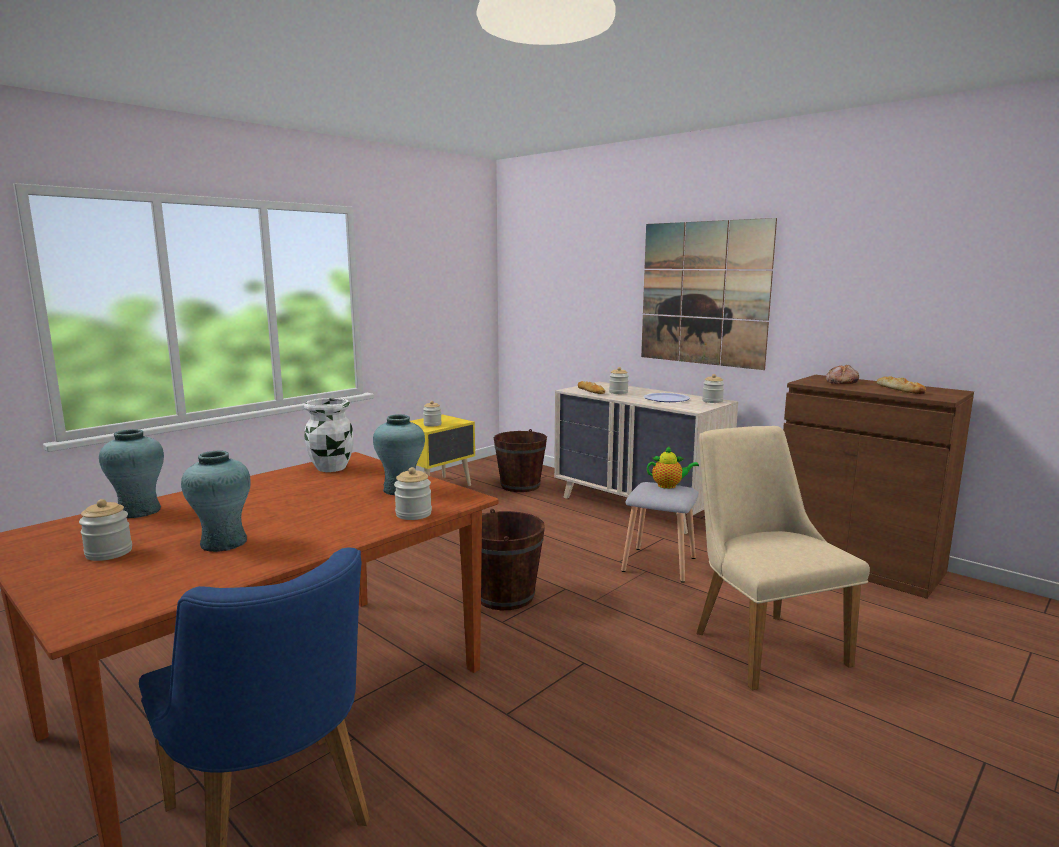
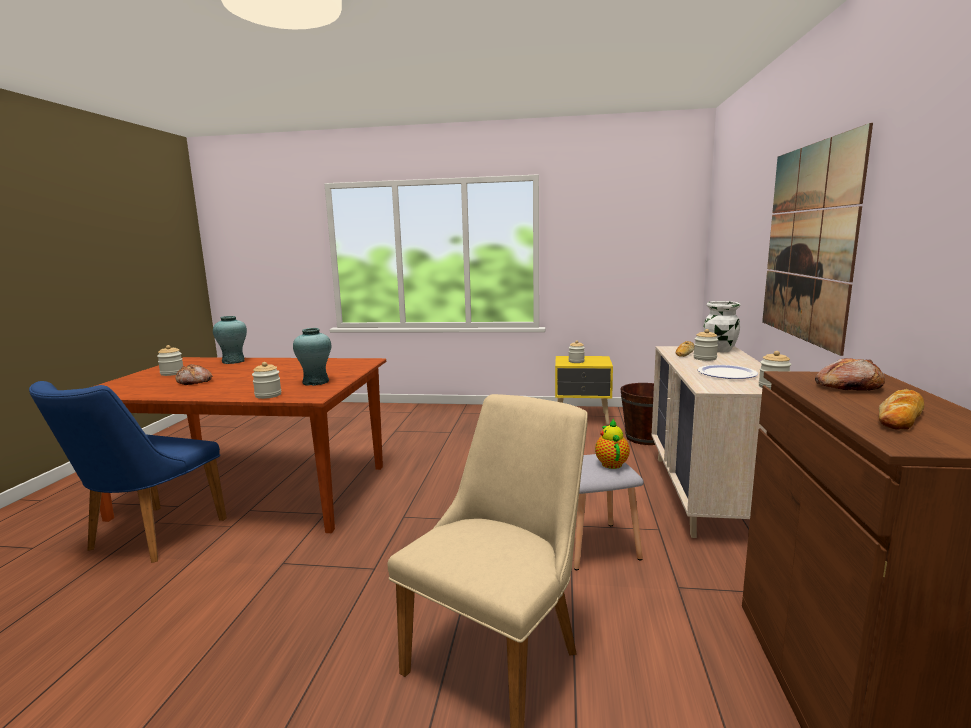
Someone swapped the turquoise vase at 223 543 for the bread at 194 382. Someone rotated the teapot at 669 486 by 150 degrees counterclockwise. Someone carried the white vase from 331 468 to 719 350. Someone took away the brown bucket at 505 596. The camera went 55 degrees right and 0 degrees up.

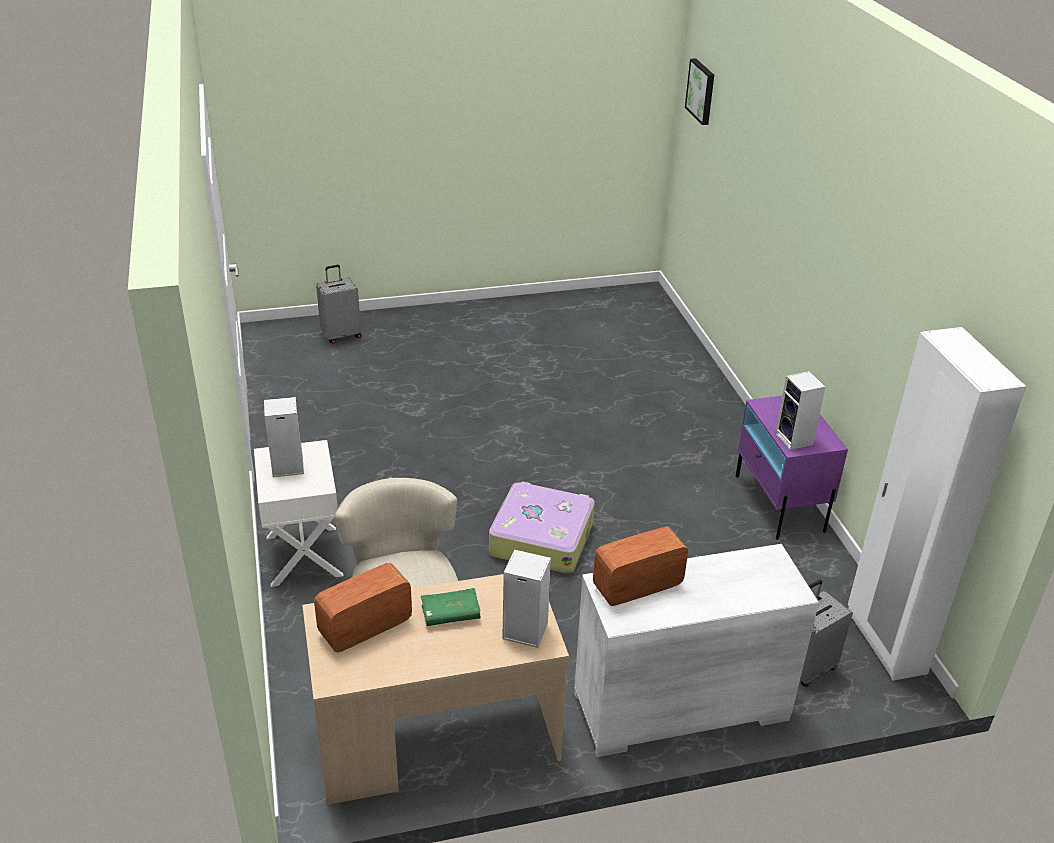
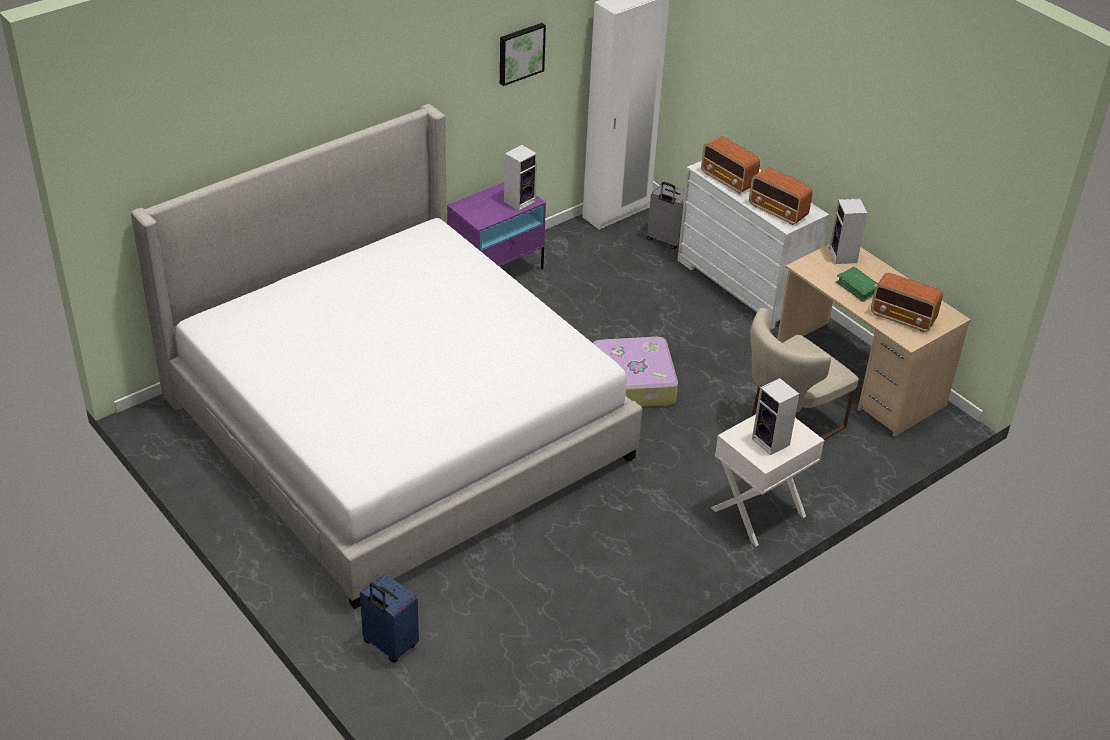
Someone put down the bed at 397 427. Someone repainted the grey suitcase at 341 335, which became the blue suitcase at 389 645. Someone carried the picture from 702 91 to 520 53. Someone put down the radio at 728 180. The camera went 115 degrees left and 5 degrees up.

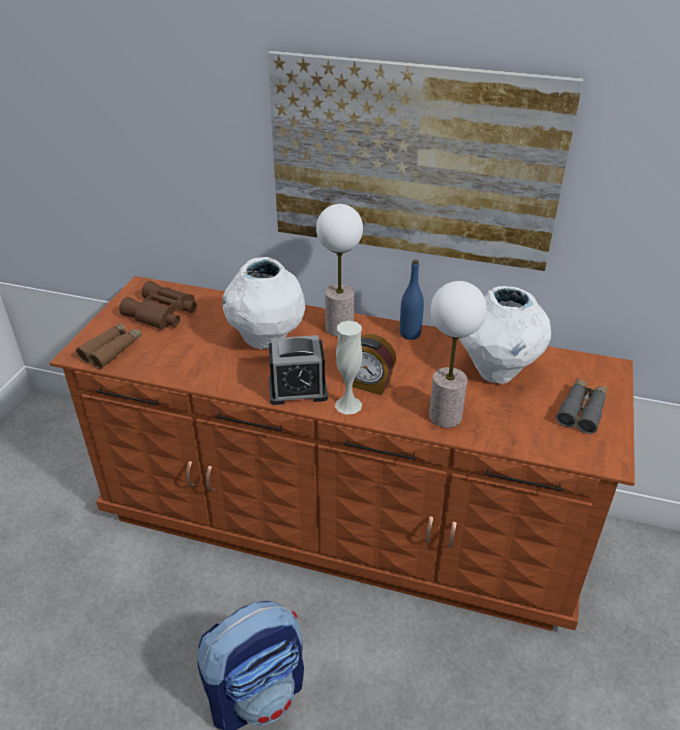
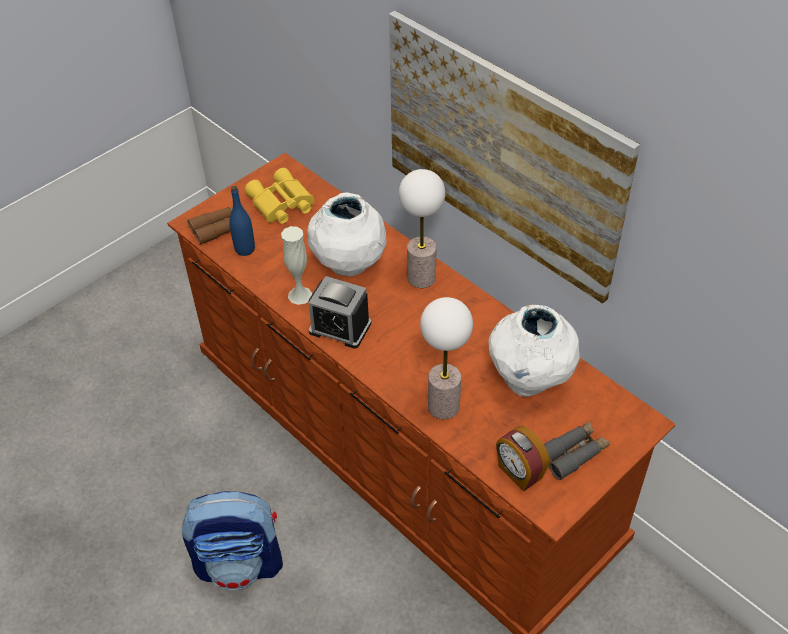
Someone carried the blue bottle from 410 334 to 245 249. Someone repainted the brown binoculars at 161 314, which became the yellow binoculars at 280 204. Someone carried the white vase from 348 405 to 300 295. Someone carried the alarm clock from 369 384 to 519 472. The camera went 30 degrees right and 10 degrees up.

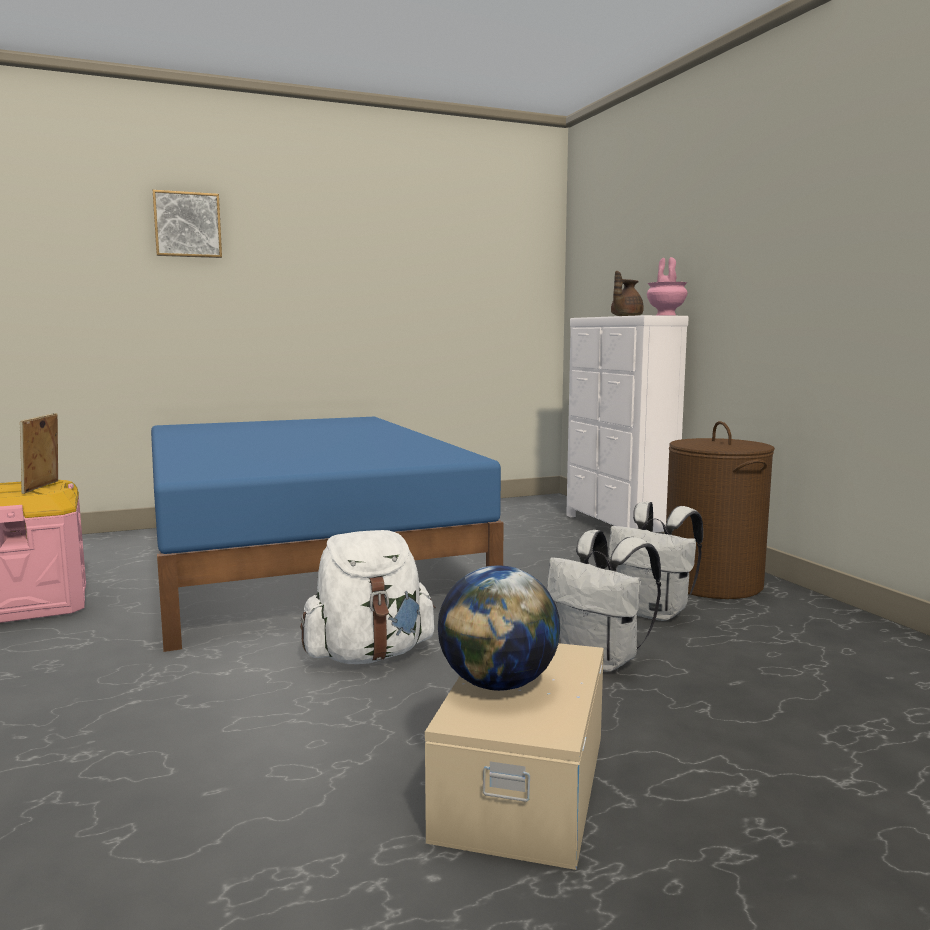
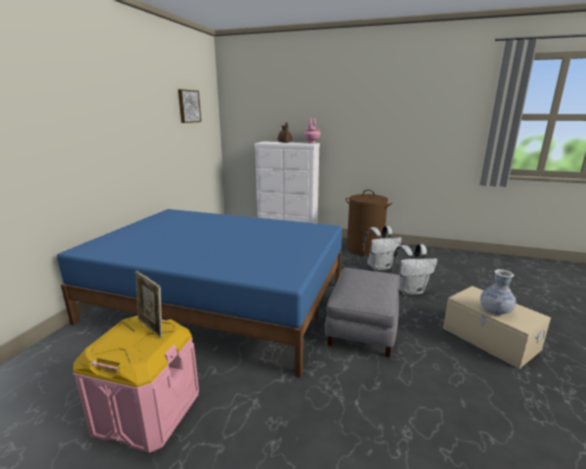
Someone carried the picture from 187 225 to 188 106. Someone swapped the white backpack at 369 655 for the grey ottoman at 362 327. Someone swapped the globe at 498 684 for the vase at 495 310. The camera went 50 degrees left and 10 degrees up.

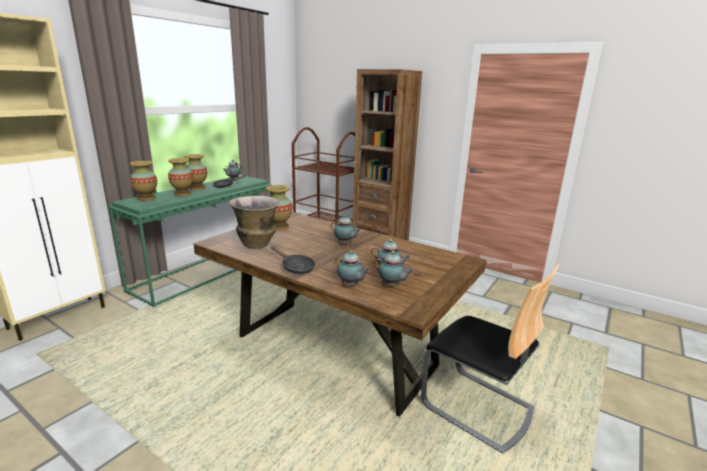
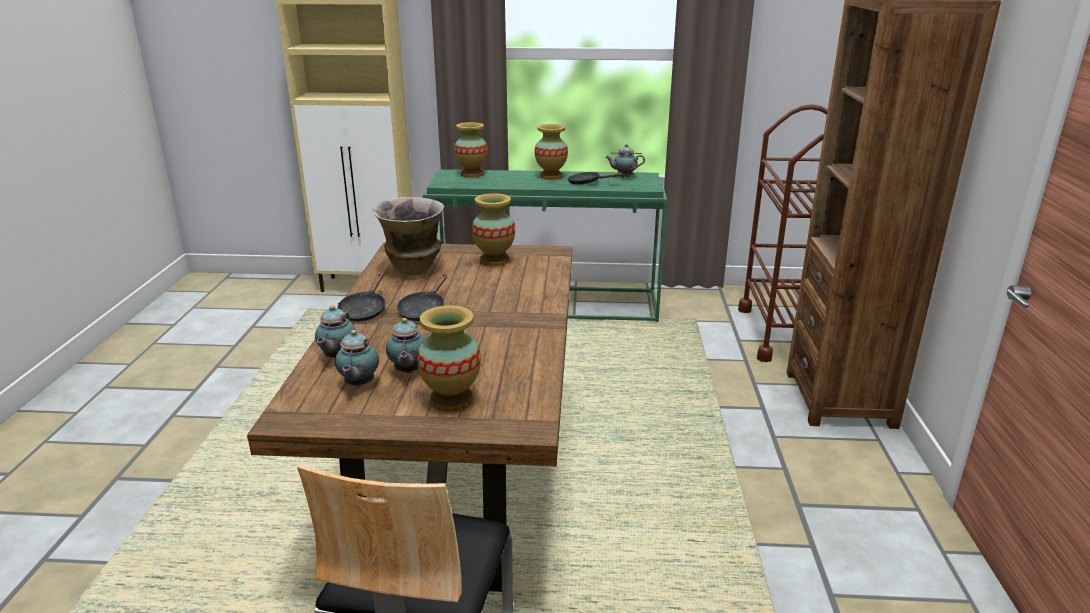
Someone put down the black frying pan at 424 310. Someone carried the vase from 182 194 to 451 400. Someone took away the teapot at 345 243. The camera went 60 degrees right and 5 degrees up.

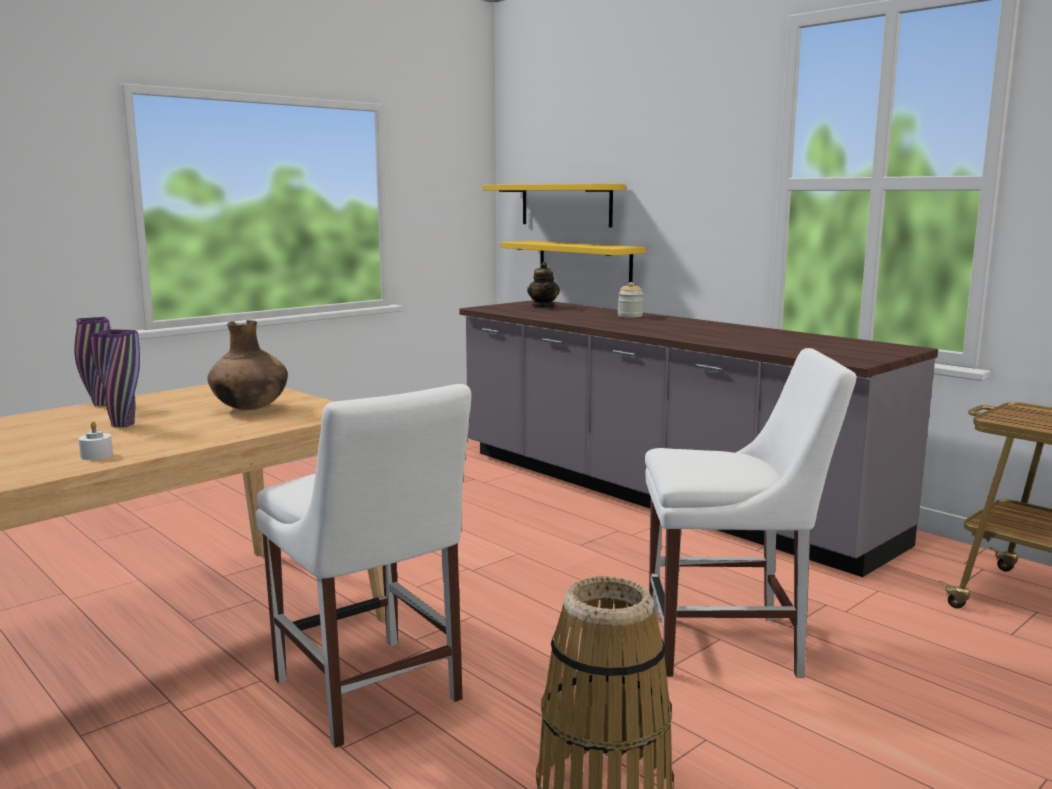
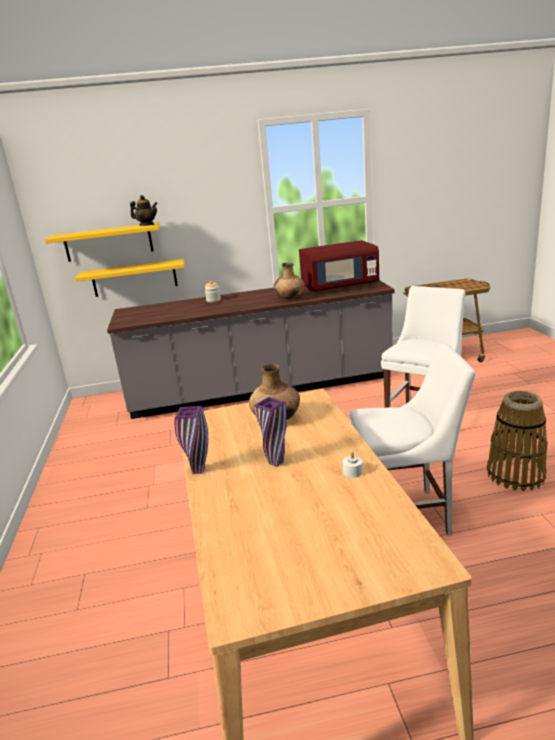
Someone carried the teapot from 543 306 to 147 225. Someone put down the brown vase at 289 298. Someone put down the red microwave at 339 286. The camera went 55 degrees left and 10 degrees up.

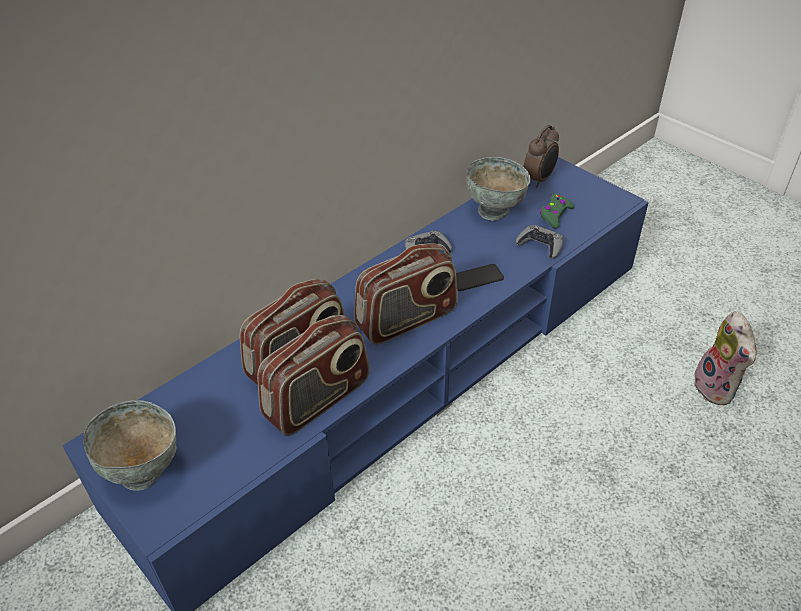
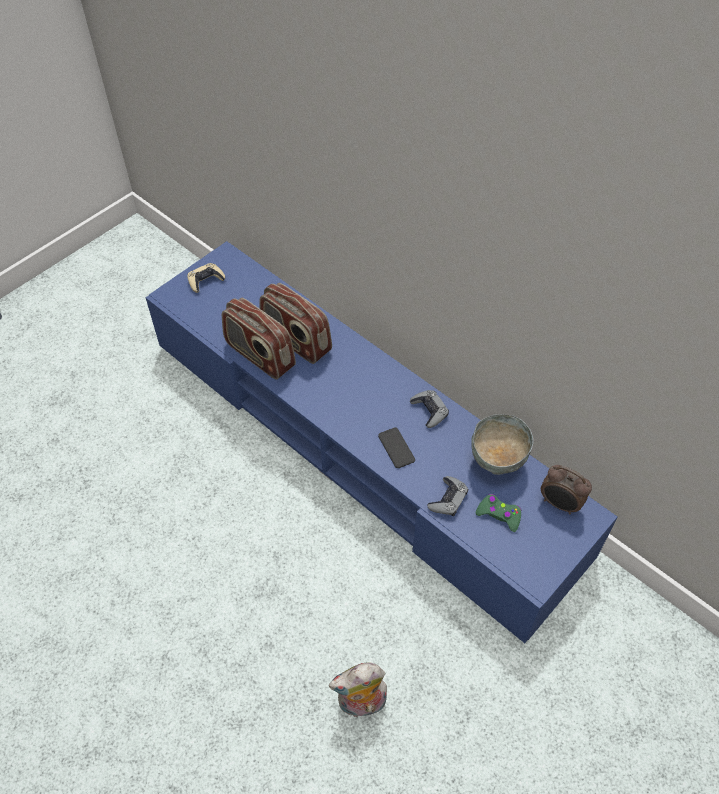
Someone swapped the grey bowl at 144 471 for the beige game controller at 205 280. Someone took away the radio at 407 320. The camera went 85 degrees right and 10 degrees up.

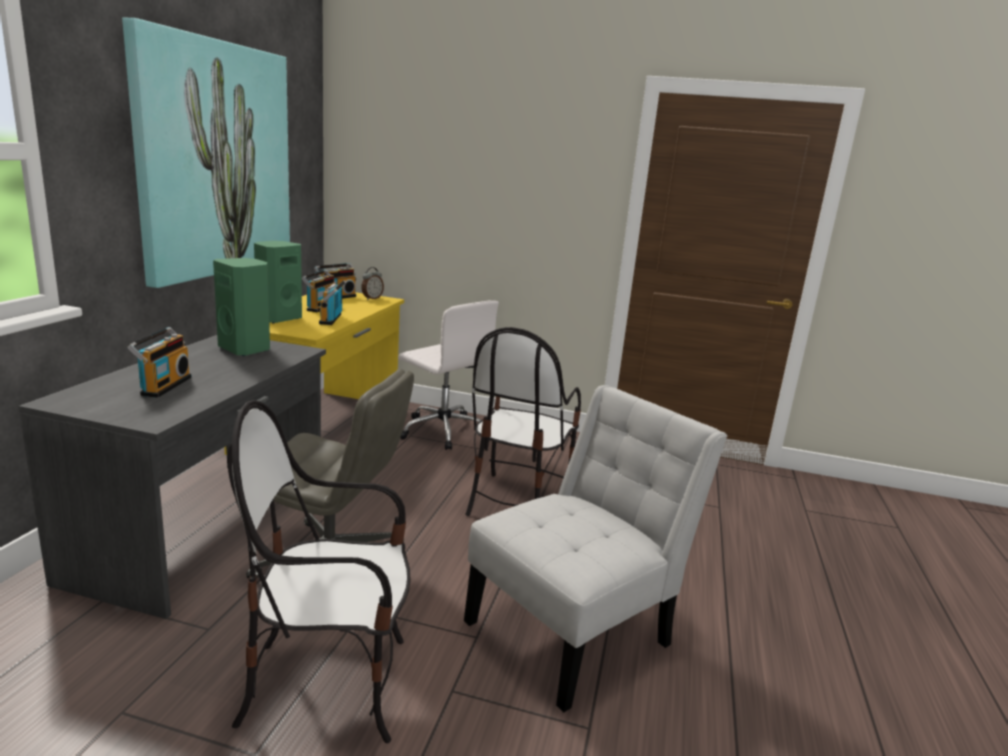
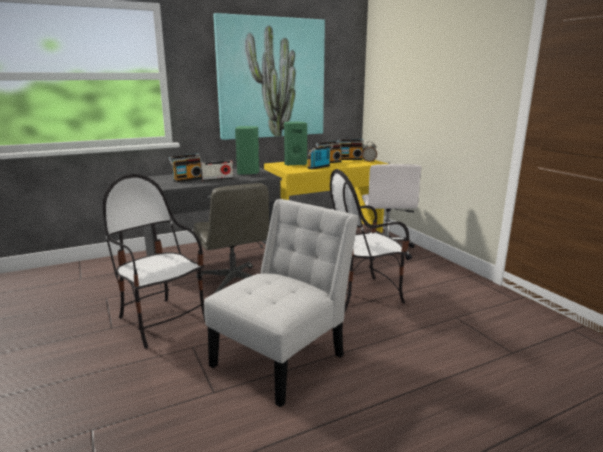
Someone put down the radio at 217 179. Someone rotated the white chair at 576 629 by 60 degrees counterclockwise. The camera went 50 degrees right and 0 degrees up.

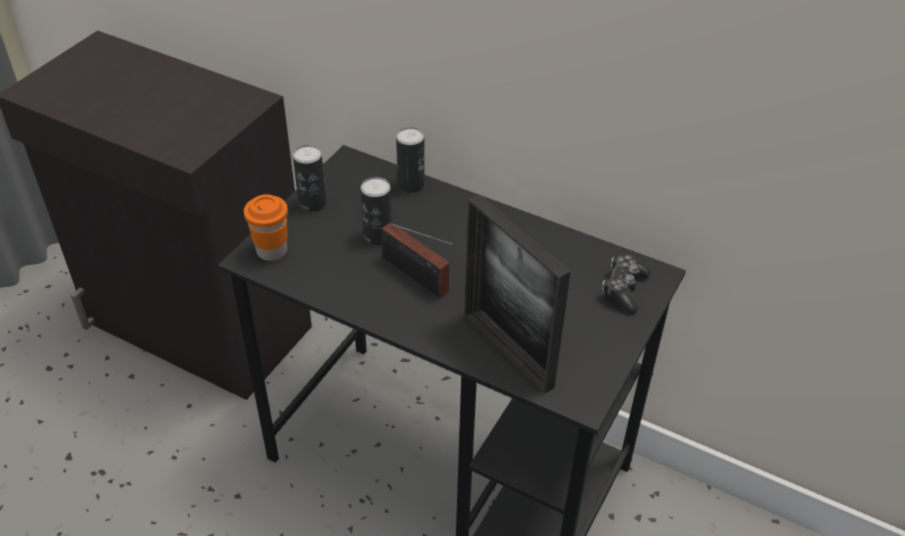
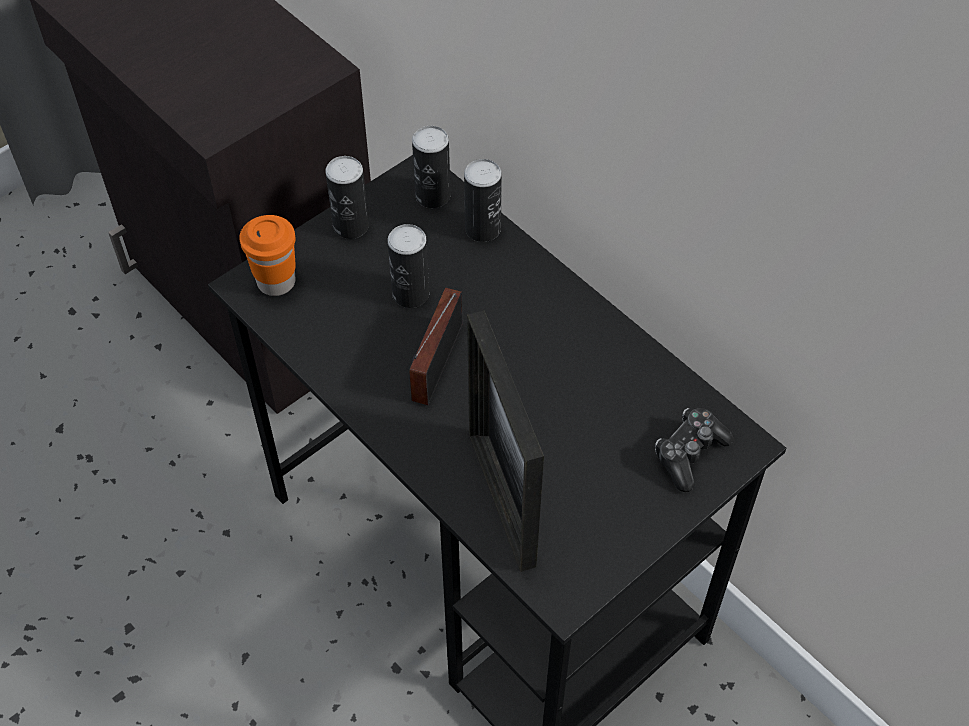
Someone rotated the radio at 417 278 by 45 degrees clockwise. Someone put down the can at 433 196. The camera went 20 degrees right and 10 degrees up.

